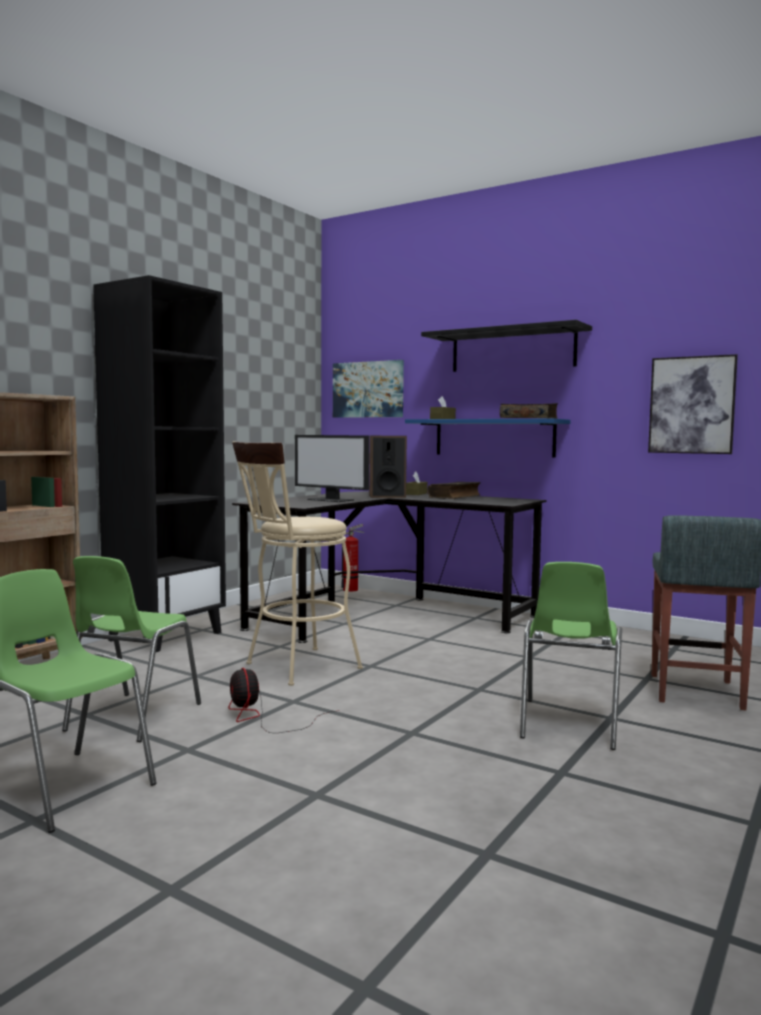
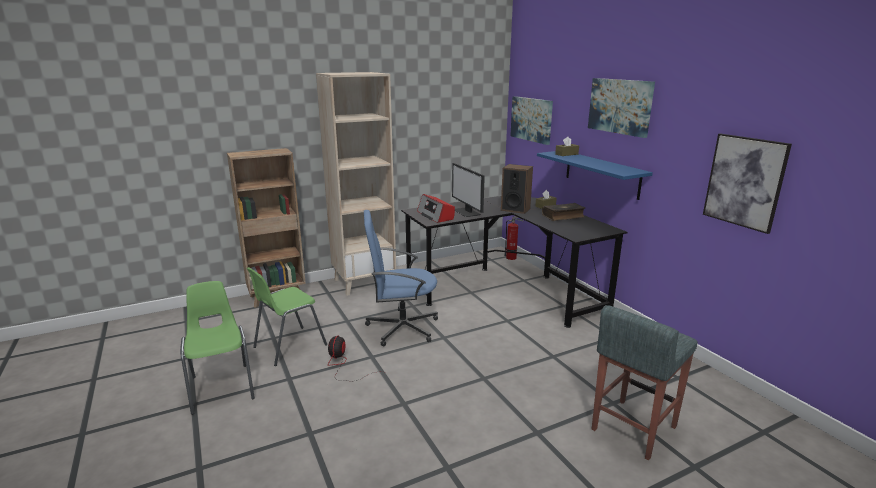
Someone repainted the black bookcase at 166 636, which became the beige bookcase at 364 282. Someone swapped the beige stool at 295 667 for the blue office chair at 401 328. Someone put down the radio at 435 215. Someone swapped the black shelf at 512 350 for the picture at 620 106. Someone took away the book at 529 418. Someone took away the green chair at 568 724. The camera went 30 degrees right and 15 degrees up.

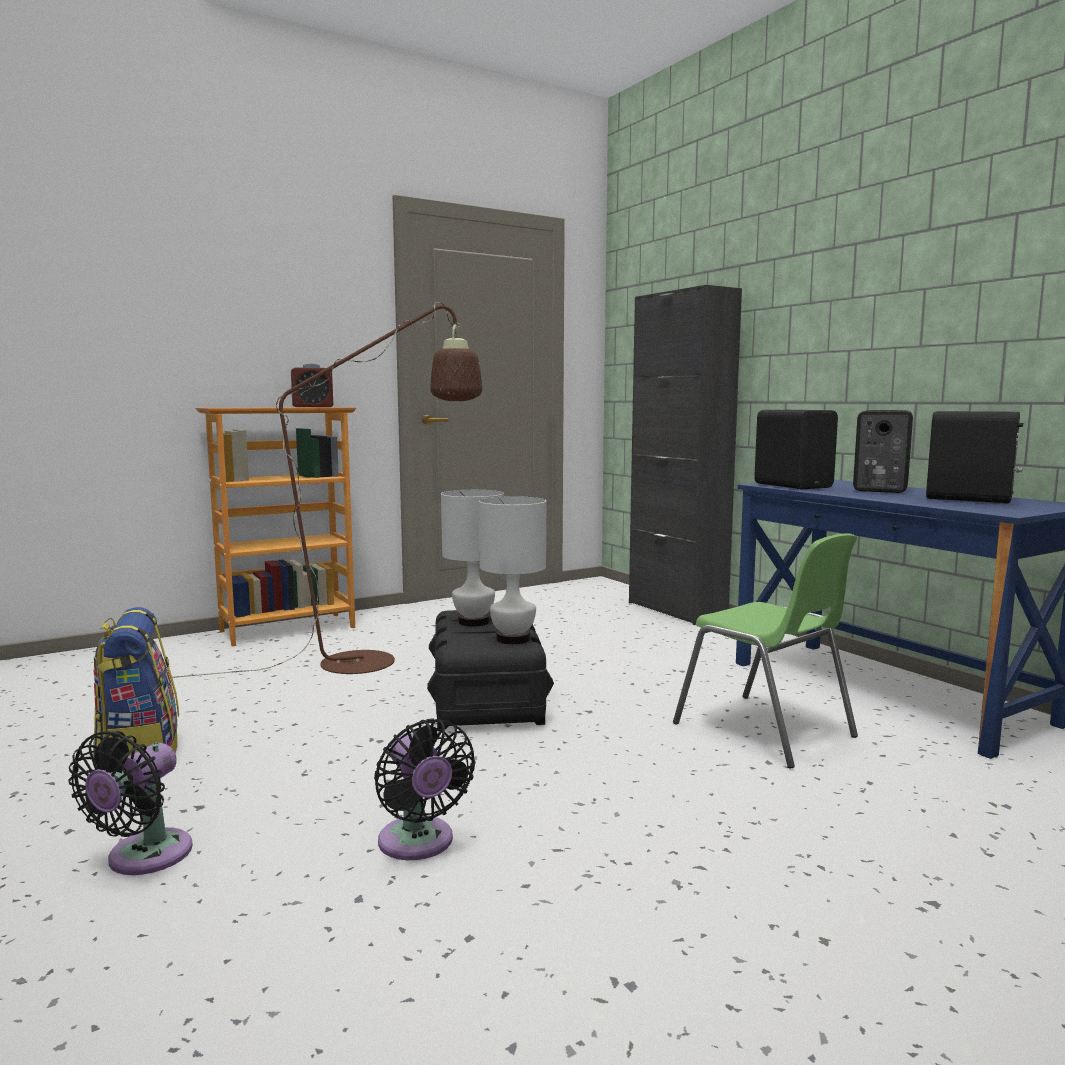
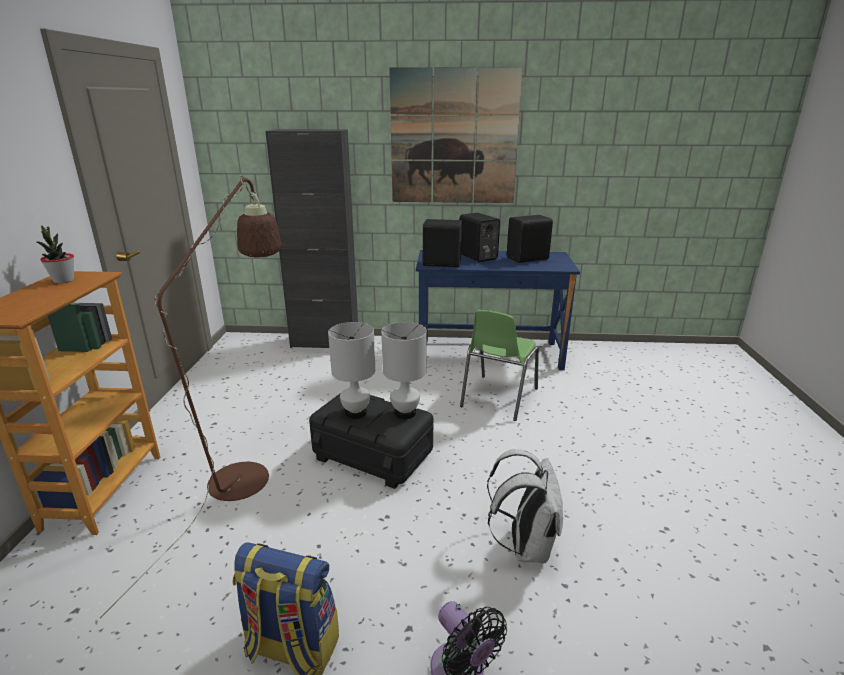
Someone swapped the alarm clock at 312 407 for the potted plant at 63 280. Someone put up the picture at 454 138. Someone rotated the green chair at 766 731 by 120 degrees clockwise. Someone swapped the black fan at 418 844 for the white backpack at 525 545. The camera went 55 degrees left and 15 degrees up.

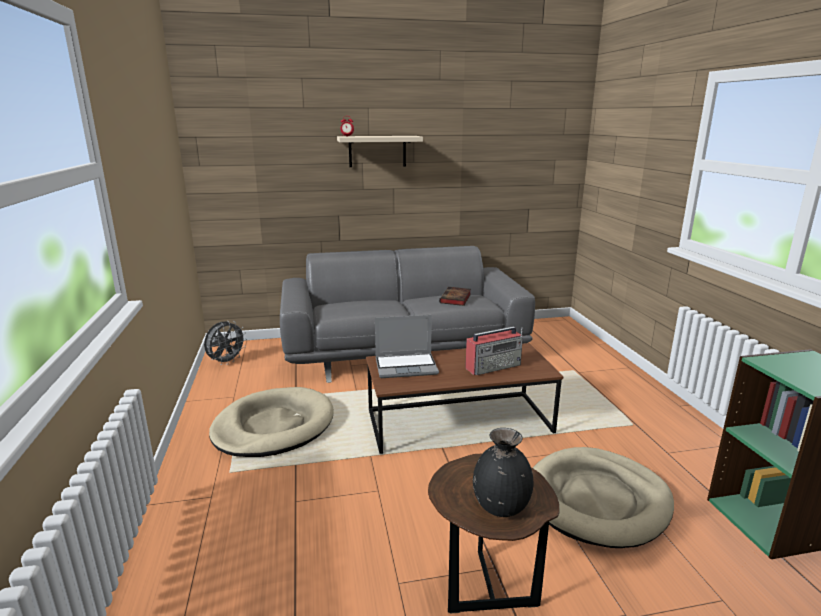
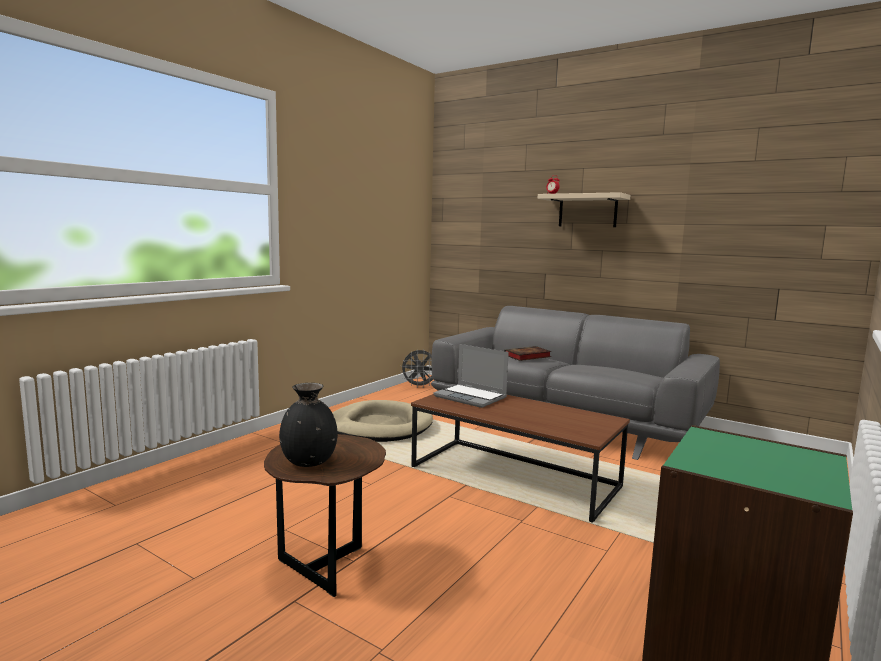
Someone carried the book from 455 299 to 526 356. Someone took away the radio at 494 366. Someone took away the beige dog bed at 597 500. The camera went 45 degrees right and 10 degrees down.

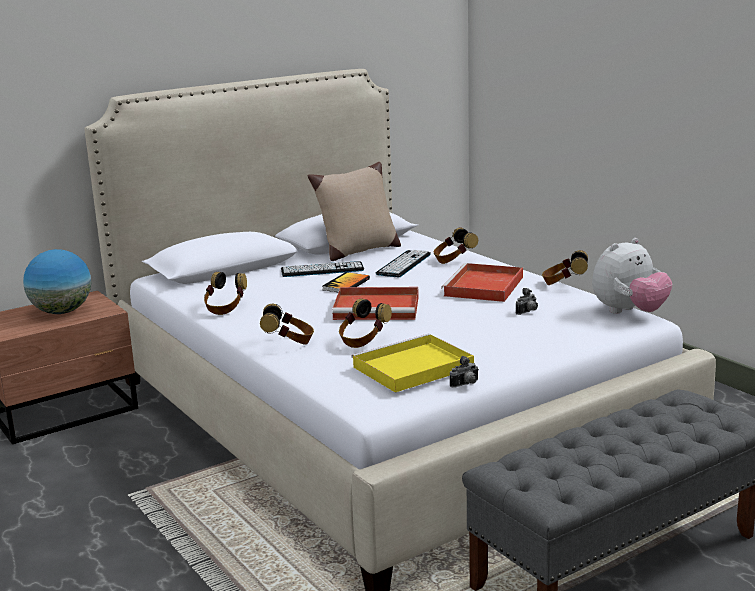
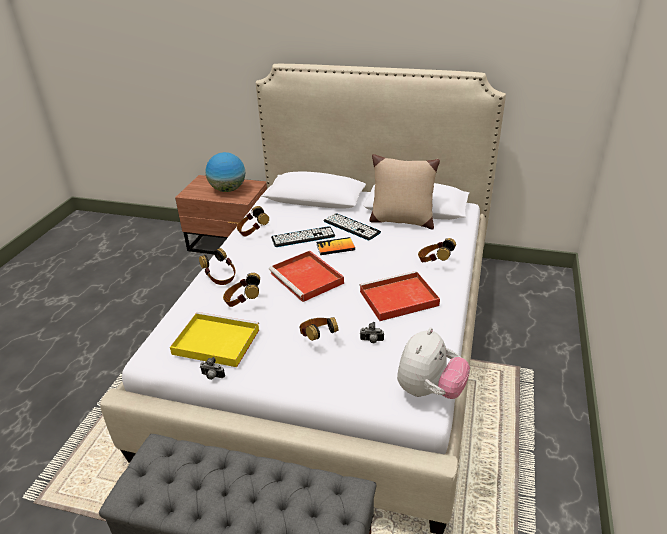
Someone carried the keyboard from 403 264 to 303 237. Someone carried the headphones from 564 284 to 317 338. Someone rotated the plush toy at 629 312 by 75 degrees counterclockwise. The camera went 50 degrees right and 15 degrees up.

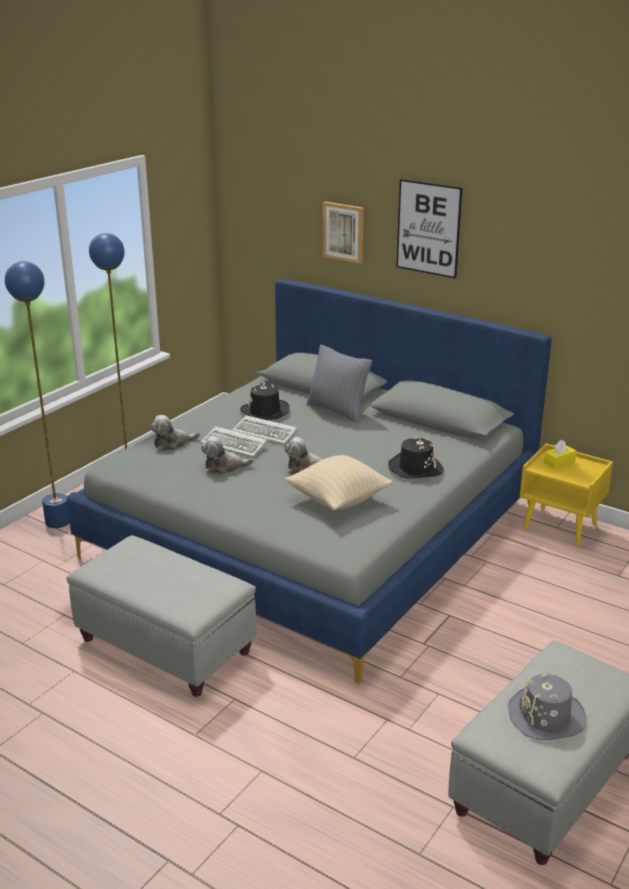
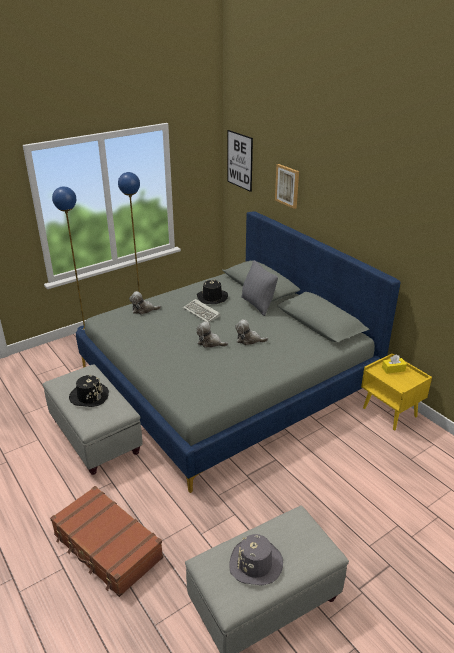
Someone put down the brown suitcase at 107 547. Someone carried the black hat from 415 468 to 89 396. Someone carried the picture from 428 228 to 240 160. Someone carried the plush toy from 224 467 to 249 340. Someone took away the keyboard at 236 445. Someone took away the beige pillow at 338 500. The camera went 20 degrees right and 5 degrees up.

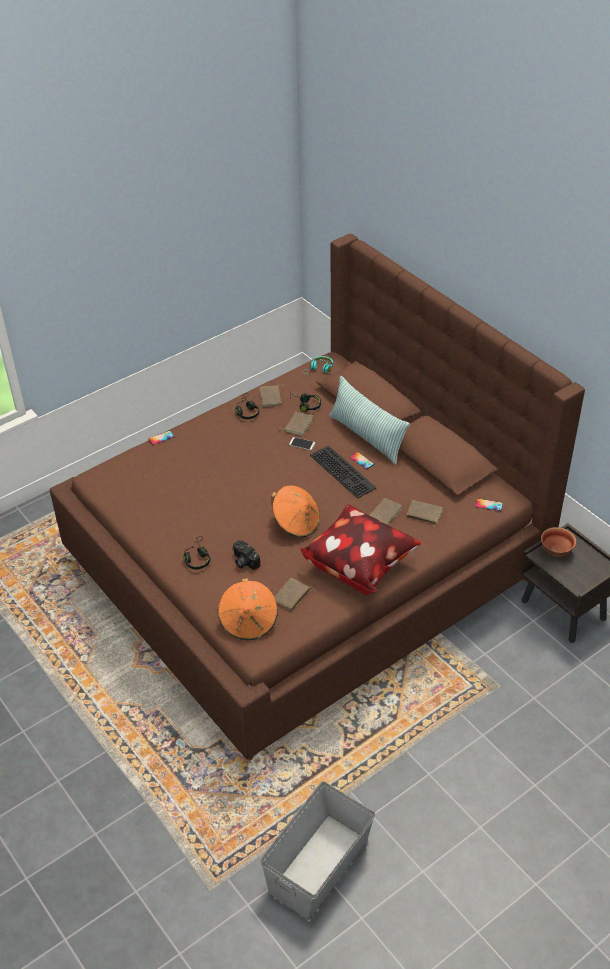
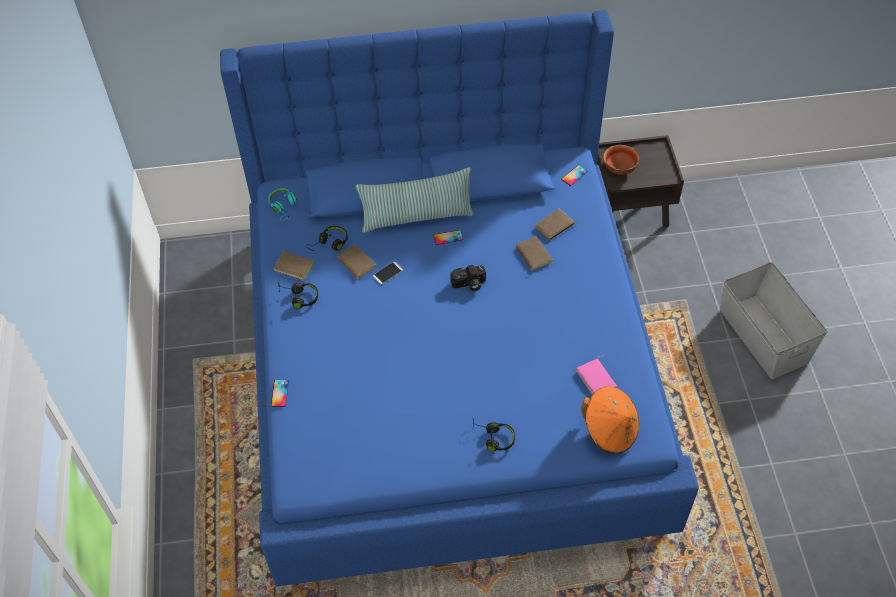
Someone repainted the brown bed at 307 565, which became the blue bed at 451 372. Someone carried the photo camera from 244 561 to 469 284. Someone repainted the brown book at 292 596, which became the pink book at 597 379. Someone carried the grey storage box from 320 865 to 763 335. Someone took away the orange hat at 296 523. Someone took away the pillow at 359 565. Someone took away the keyboard at 344 471. The camera went 60 degrees left and 10 degrees up.

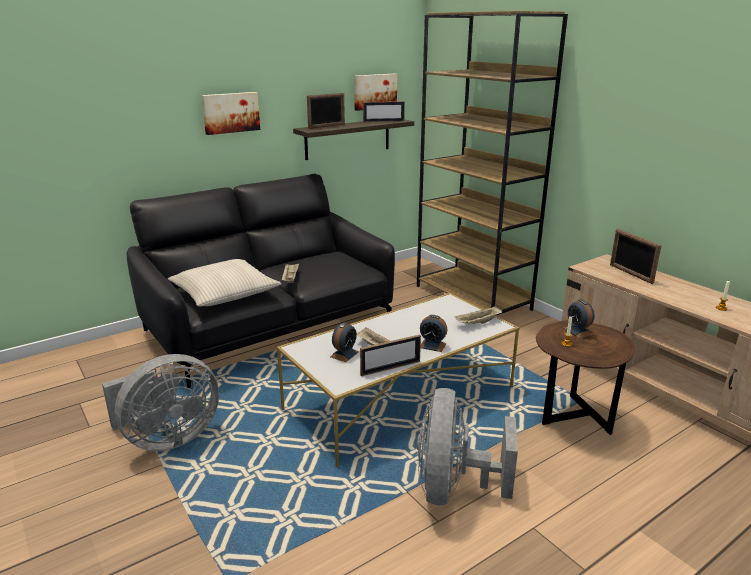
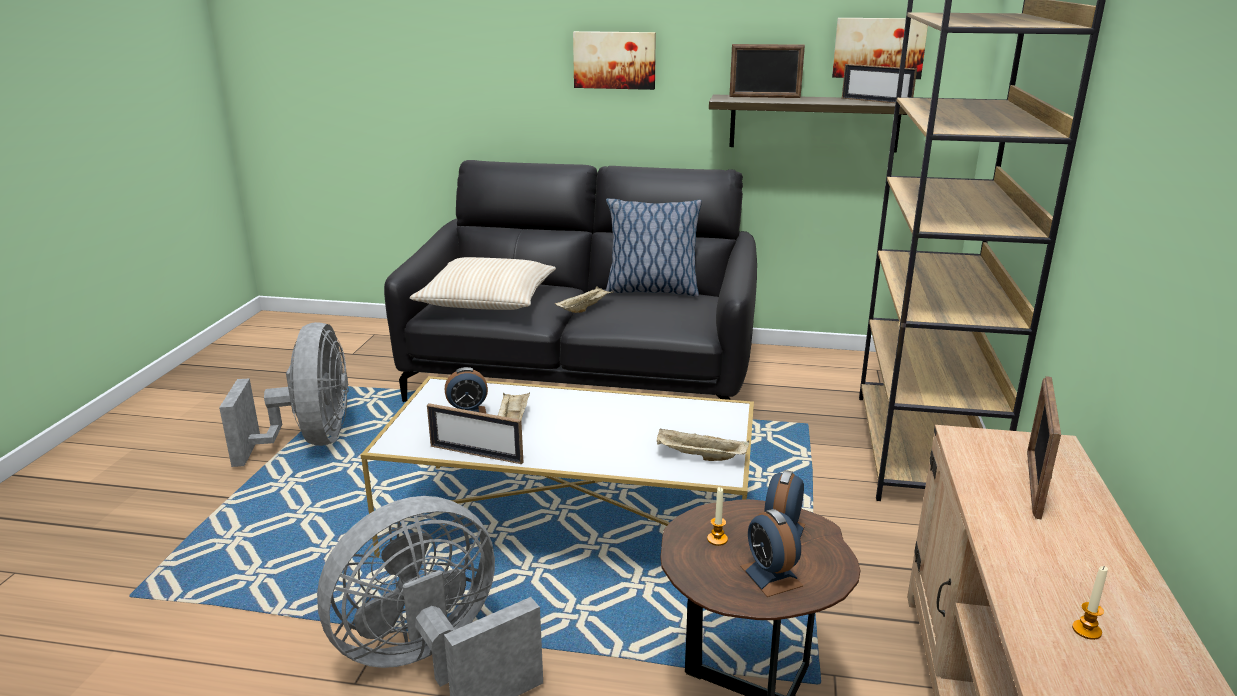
Someone rotated the grey fan at 167 438 by 105 degrees counterclockwise. Someone put down the pillow at 651 290. Someone carried the alarm clock from 432 345 to 771 576. The camera went 45 degrees right and 0 degrees up.

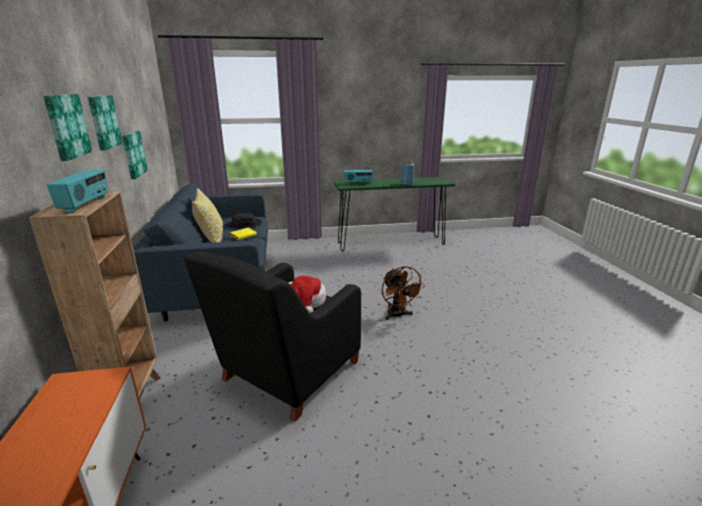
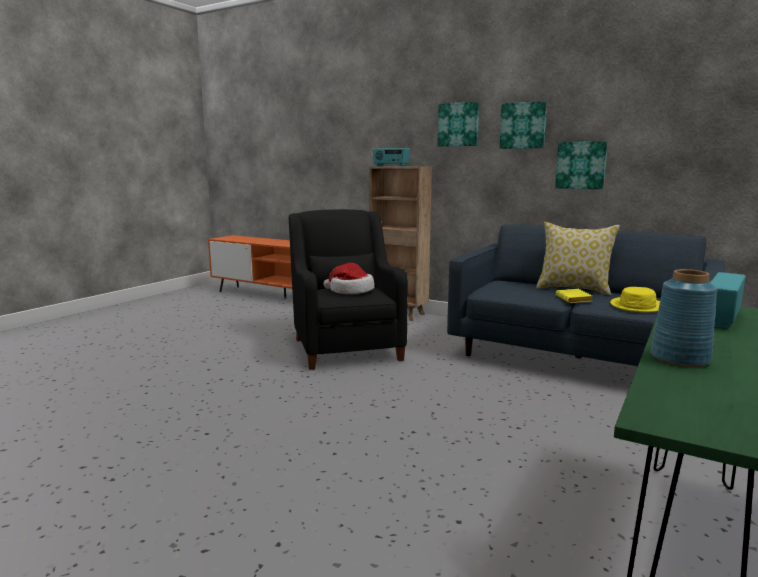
Someone repainted the black hat at 244 224, which became the yellow hat at 637 306. Someone took away the brown fan at 398 315. The camera went 130 degrees right and 10 degrees down.

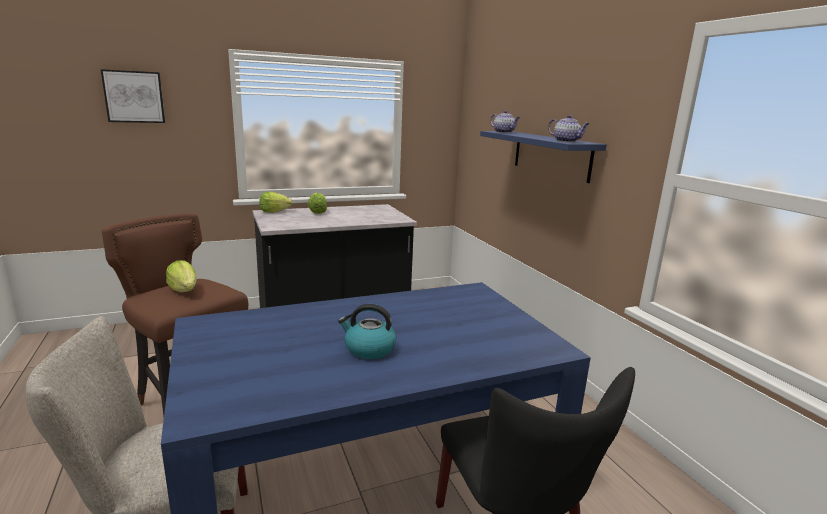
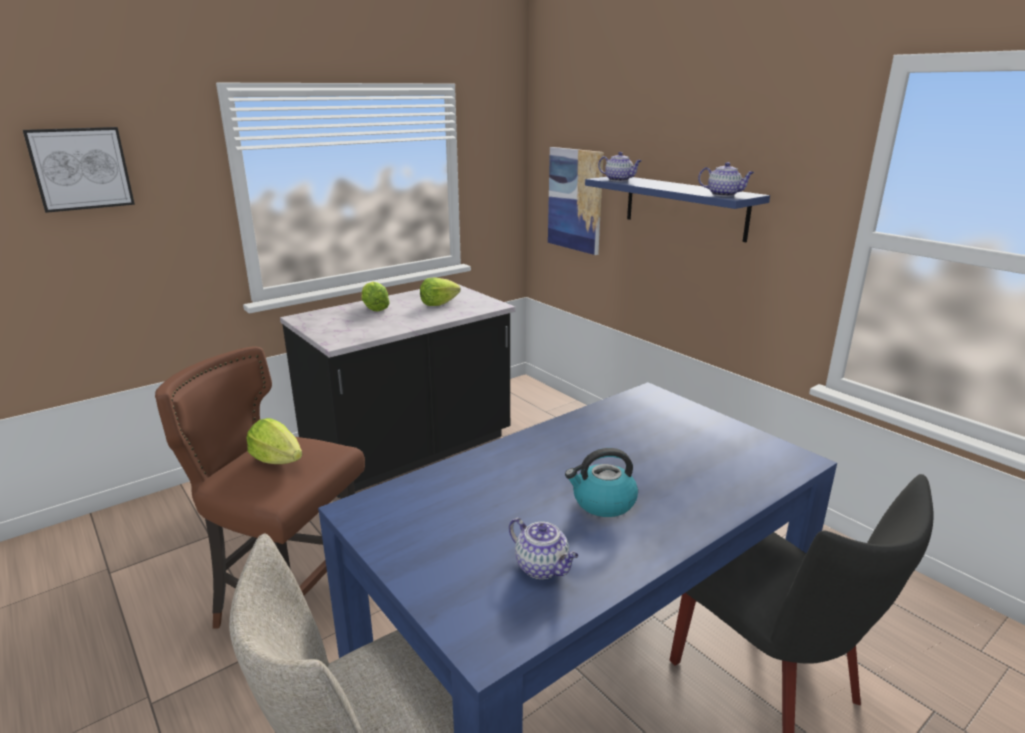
Someone carried the lettuce from 274 211 to 438 303. Someone put down the teapot at 543 568. Someone put up the picture at 575 200. The camera went 15 degrees left and 5 degrees up.

